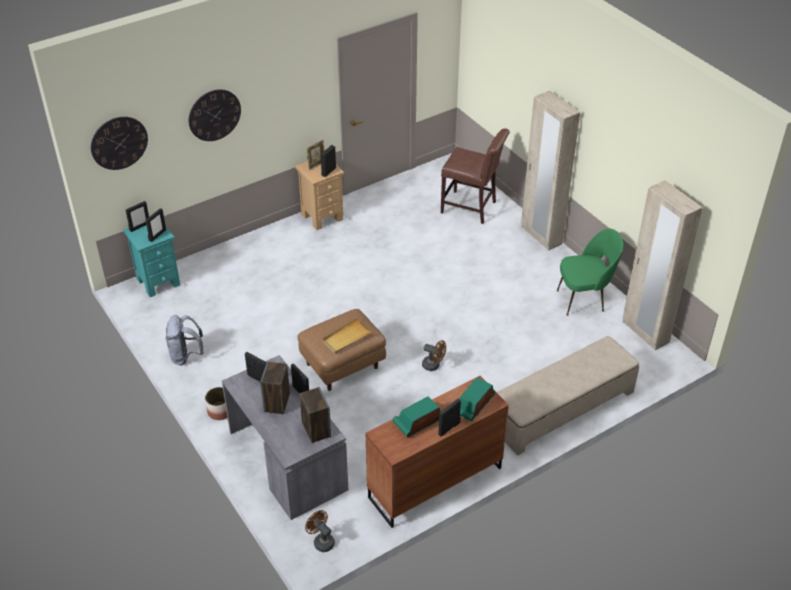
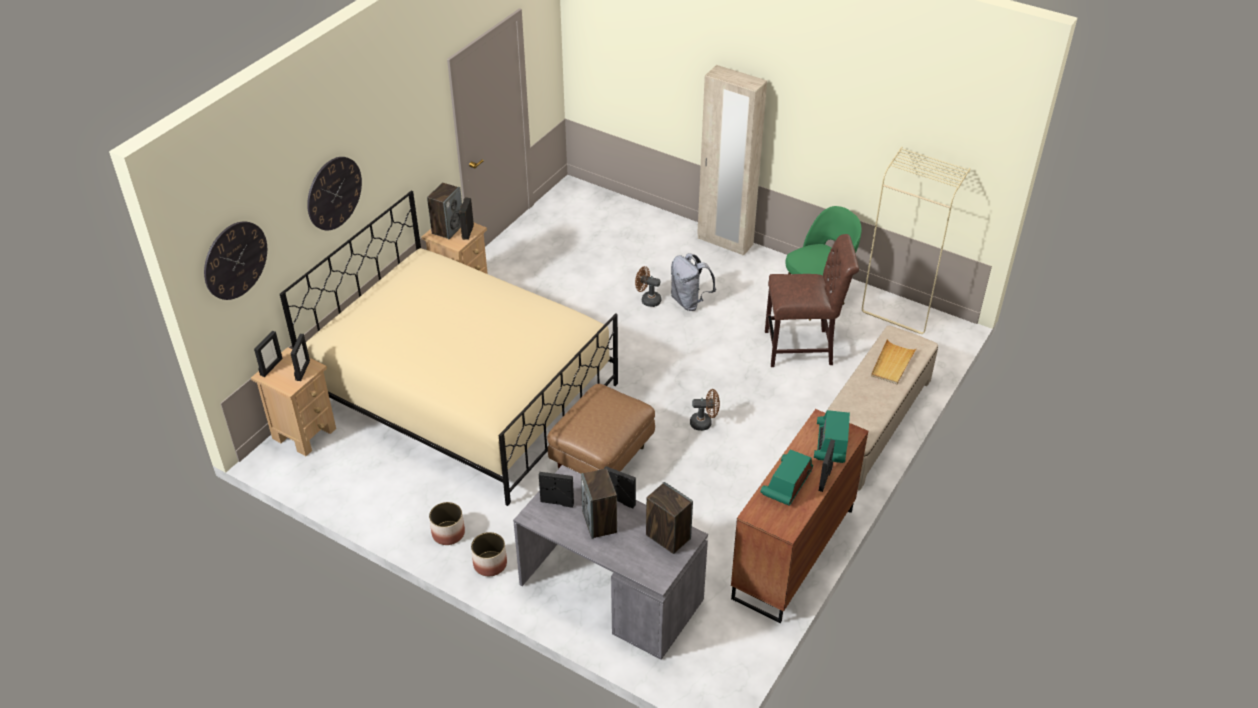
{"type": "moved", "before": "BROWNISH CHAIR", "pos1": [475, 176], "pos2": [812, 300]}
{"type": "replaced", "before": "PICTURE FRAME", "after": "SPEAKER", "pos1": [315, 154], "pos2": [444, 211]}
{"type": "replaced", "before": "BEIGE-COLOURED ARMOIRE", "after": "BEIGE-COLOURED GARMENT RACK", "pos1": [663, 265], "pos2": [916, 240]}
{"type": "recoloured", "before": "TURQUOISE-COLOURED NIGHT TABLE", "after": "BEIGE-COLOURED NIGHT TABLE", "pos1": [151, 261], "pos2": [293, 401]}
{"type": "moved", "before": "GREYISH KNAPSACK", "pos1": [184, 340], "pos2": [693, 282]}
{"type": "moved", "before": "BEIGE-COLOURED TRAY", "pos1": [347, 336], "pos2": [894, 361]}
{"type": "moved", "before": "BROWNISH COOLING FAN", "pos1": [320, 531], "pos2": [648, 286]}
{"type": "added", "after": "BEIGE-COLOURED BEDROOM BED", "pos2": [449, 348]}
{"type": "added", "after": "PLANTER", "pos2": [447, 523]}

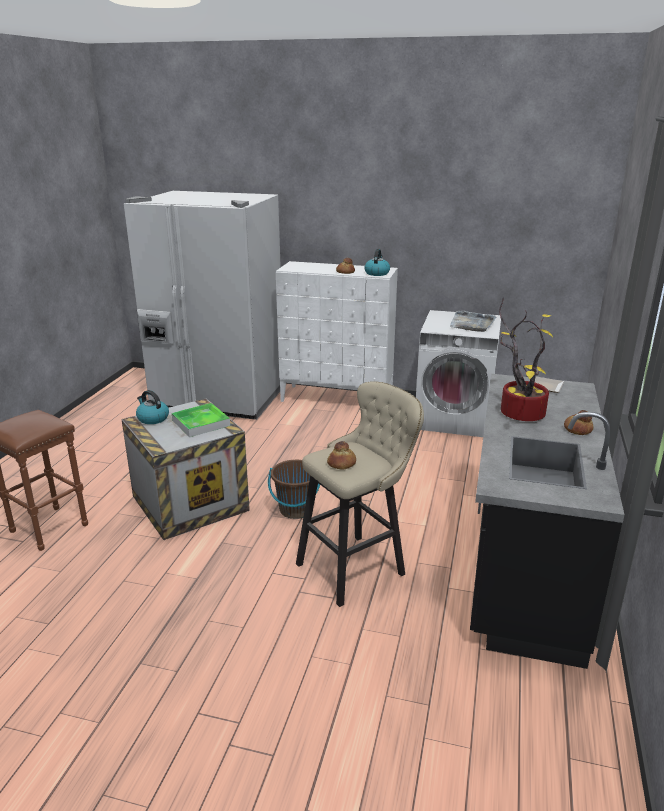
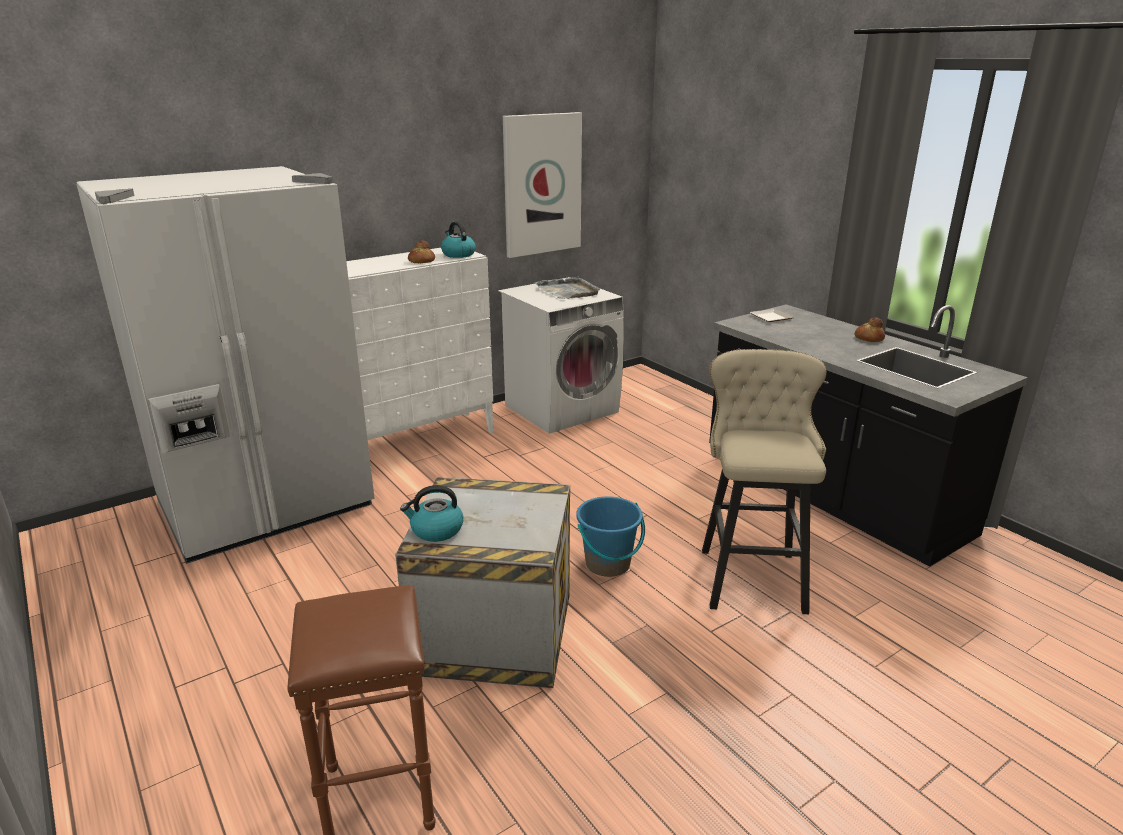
{"type": "removed", "before": "HOUSEPLANT", "pos1": [526, 359]}
{"type": "removed", "before": "TRAY", "pos1": [201, 420]}
{"type": "removed", "before": "BAKED BREAD", "pos1": [341, 455]}
{"type": "recoloured", "before": "BROWNISH BUCKET", "after": "BLUE-COLOURED BUCKET", "pos1": [294, 489], "pos2": [610, 536]}
{"type": "added", "after": "PICTURE", "pos2": [542, 185]}

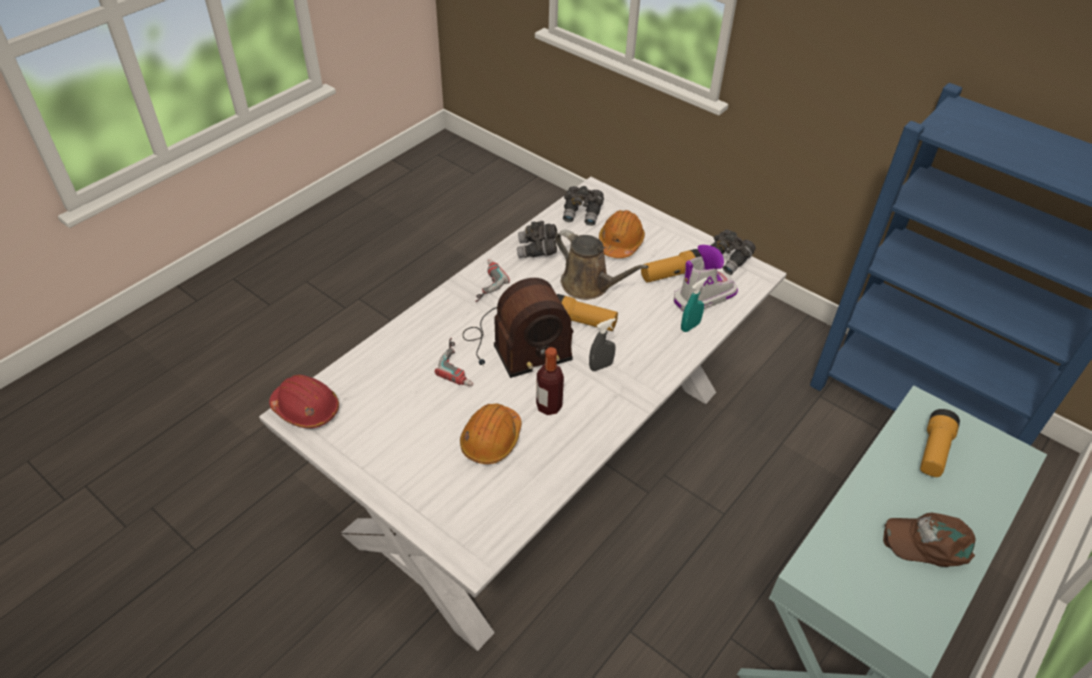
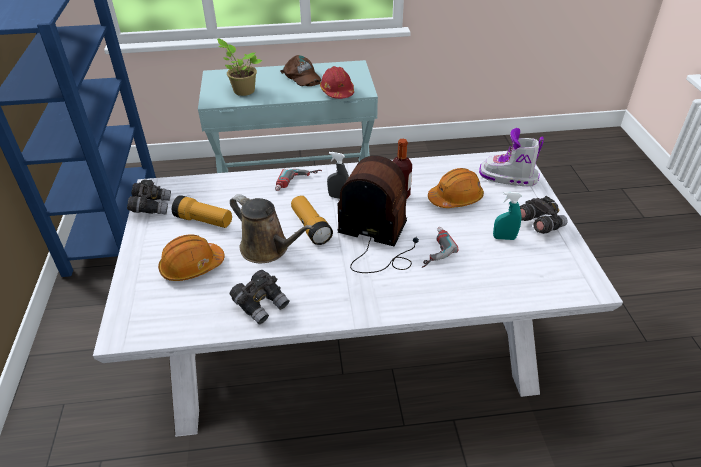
{"type": "moved", "before": "GREYISH PAIR OF BINOCULARS", "pos1": [583, 206], "pos2": [544, 215]}
{"type": "turned", "before": "BROWNISH WATERING CAN", "pos1": [602, 265], "pos2": [272, 228], "turn": 135}
{"type": "moved", "before": "HIGH-TOP BOOT", "pos1": [706, 278], "pos2": [511, 157]}
{"type": "moved", "before": "DRILL", "pos1": [492, 280], "pos2": [298, 180]}
{"type": "moved", "before": "TURQUOISE-COLOURED SPRAYER", "pos1": [694, 305], "pos2": [507, 216]}
{"type": "moved", "before": "REDDISH HARD HAT", "pos1": [304, 401], "pos2": [337, 82]}
{"type": "replaced", "before": "FLASHLIGHT", "after": "HOUSEPLANT", "pos1": [940, 443], "pos2": [240, 67]}

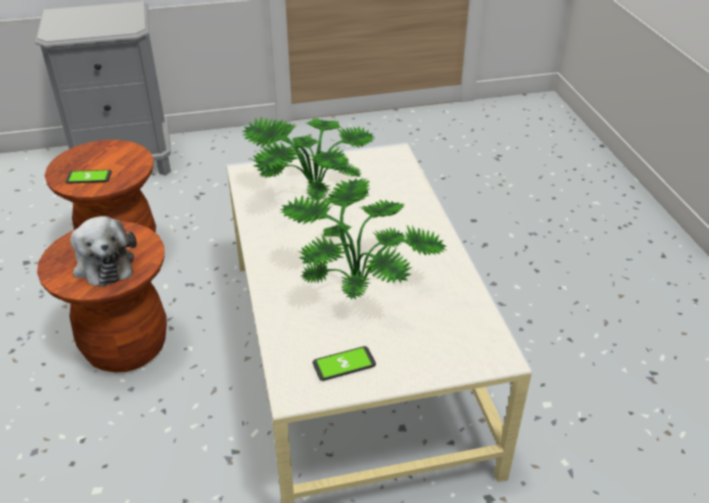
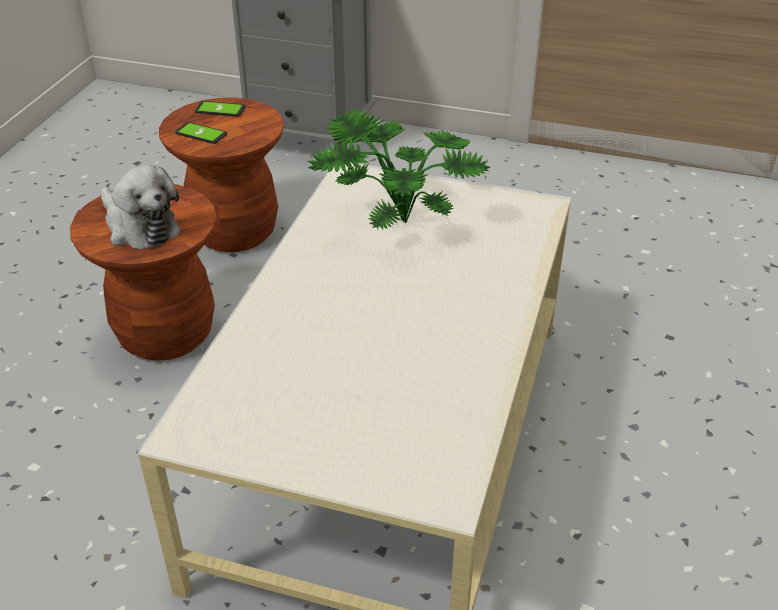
{"type": "removed", "before": "HOUSEPLANT", "pos1": [363, 238]}
{"type": "turned", "before": "CUDDLY TOY", "pos1": [103, 251], "pos2": [141, 207], "turn": -45}
{"type": "moved", "before": "PHONE", "pos1": [344, 363], "pos2": [220, 109]}

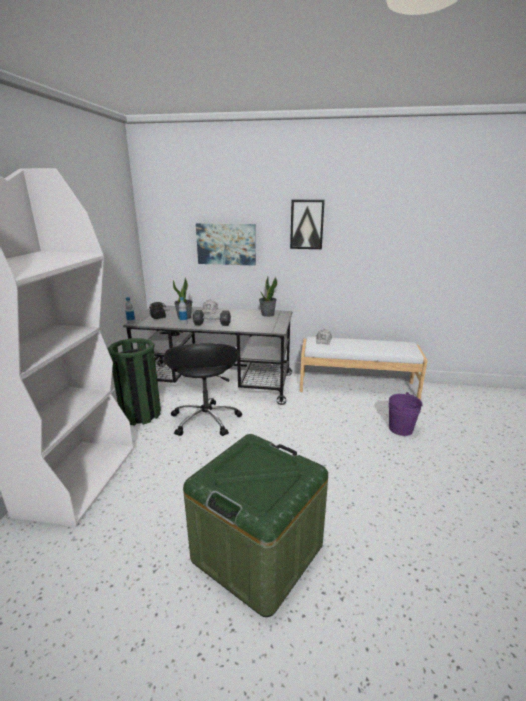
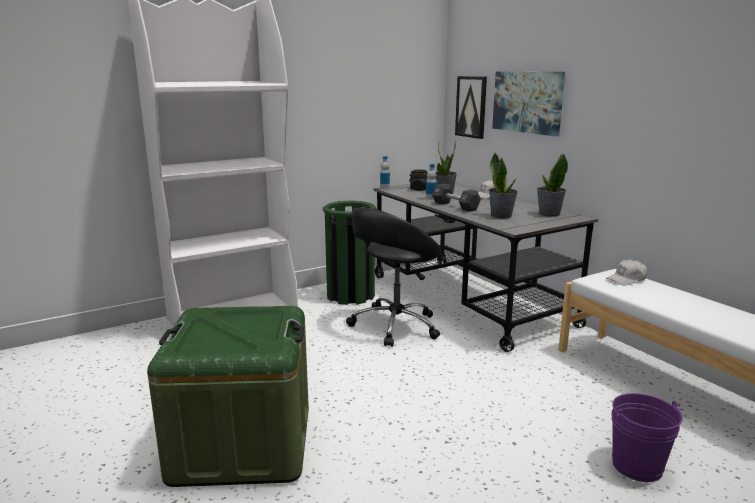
{"type": "moved", "before": "PICTURE", "pos1": [307, 224], "pos2": [471, 107]}
{"type": "added", "after": "HOUSEPLANT", "pos2": [503, 186]}

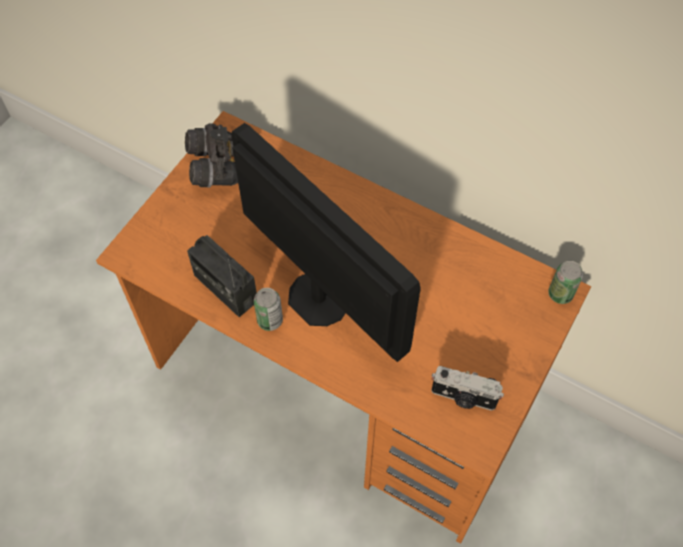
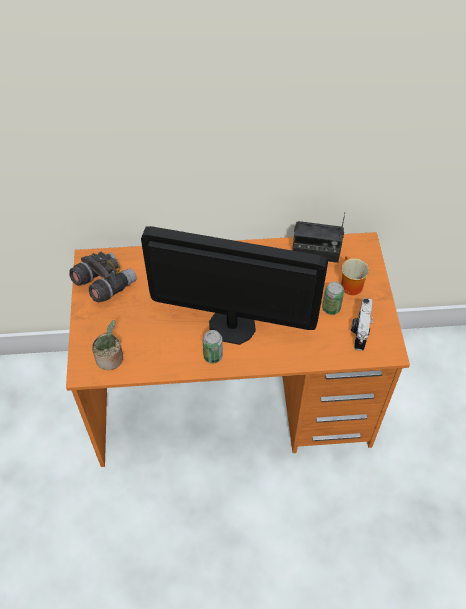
{"type": "moved", "before": "RADIO", "pos1": [222, 276], "pos2": [318, 237]}
{"type": "moved", "before": "CAN", "pos1": [565, 282], "pos2": [333, 298]}
{"type": "turned", "before": "PHOTO CAMERA", "pos1": [467, 388], "pos2": [362, 324], "turn": 120}
{"type": "added", "after": "TEA MUG", "pos2": [355, 275]}
{"type": "added", "after": "HOUSEPLANT", "pos2": [107, 345]}

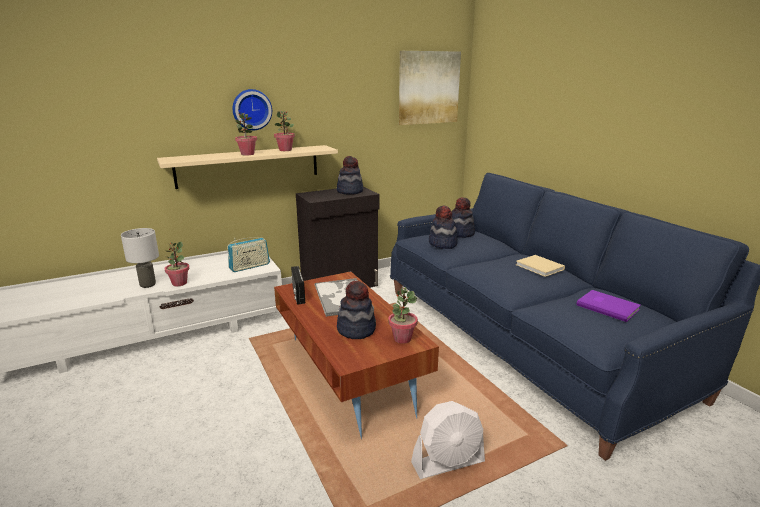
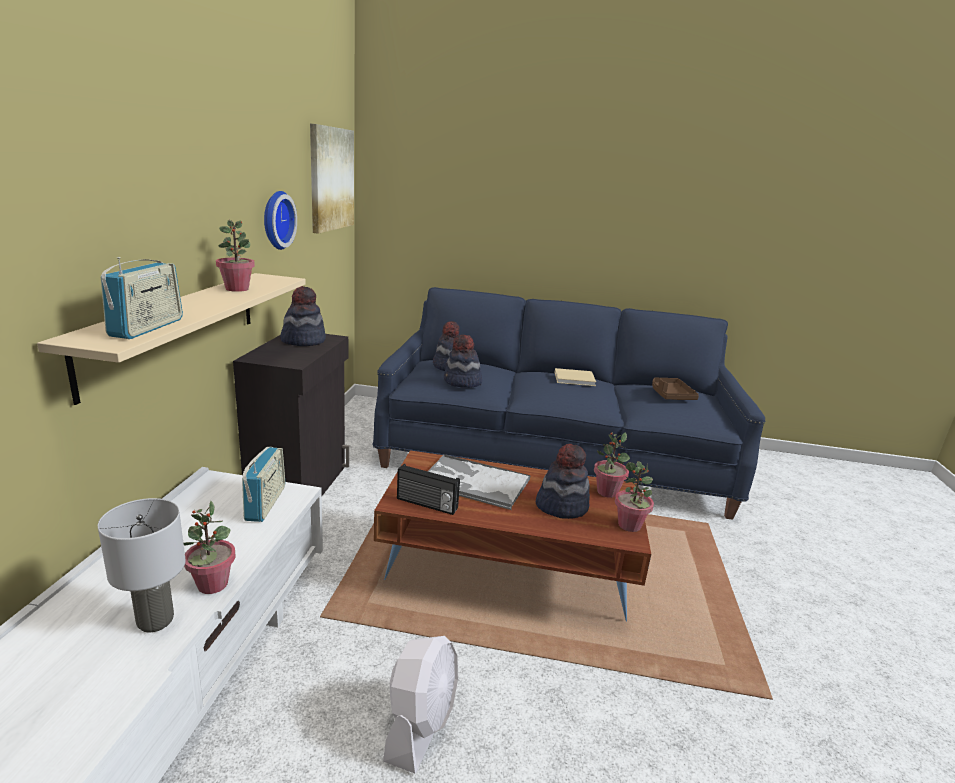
{"type": "moved", "before": "WALL CLOCK", "pos1": [252, 109], "pos2": [280, 220]}
{"type": "moved", "before": "HOUSEPLANT", "pos1": [246, 134], "pos2": [634, 496]}
{"type": "replaced", "before": "PURPLE-COLOURED BOOK", "after": "BROWNISH TRAY", "pos1": [609, 306], "pos2": [675, 389]}
{"type": "moved", "before": "WHITISH COOLING FAN", "pos1": [448, 440], "pos2": [420, 705]}
{"type": "added", "after": "RADIO", "pos2": [141, 298]}

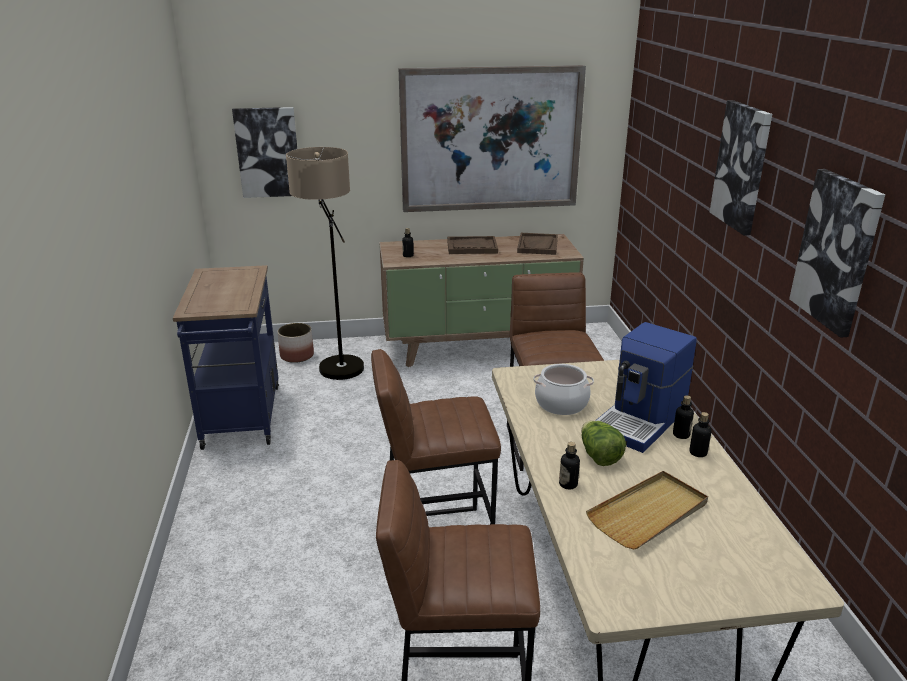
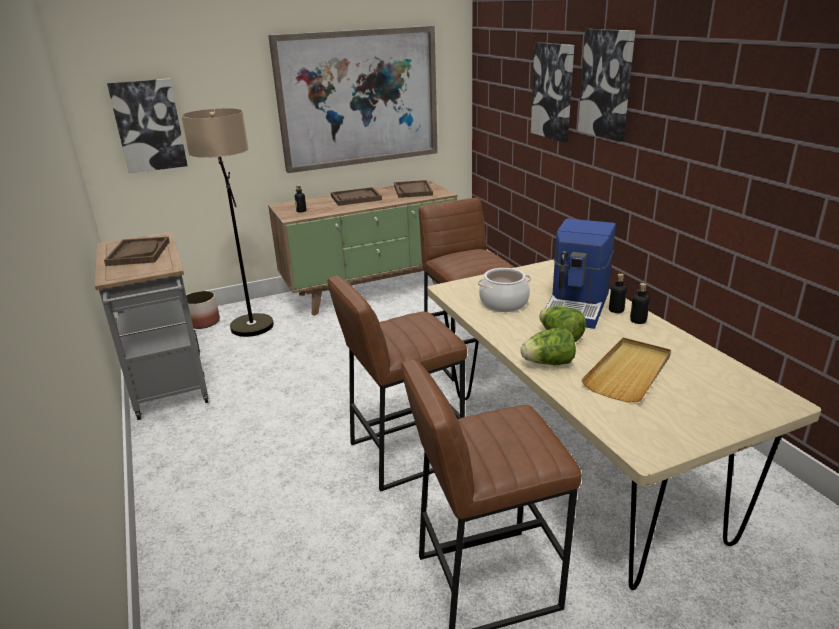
{"type": "moved", "before": "PICTURE", "pos1": [837, 253], "pos2": [552, 92]}
{"type": "recoloured", "before": "BLUE-COLOURED TROLLEY", "after": "GREYISH TROLLEY", "pos1": [226, 357], "pos2": [151, 326]}
{"type": "replaced", "before": "BEVERAGE BOTTLE", "after": "LETTUCE HEAD", "pos1": [569, 465], "pos2": [548, 346]}
{"type": "added", "after": "BROWNISH TRAY", "pos2": [137, 251]}

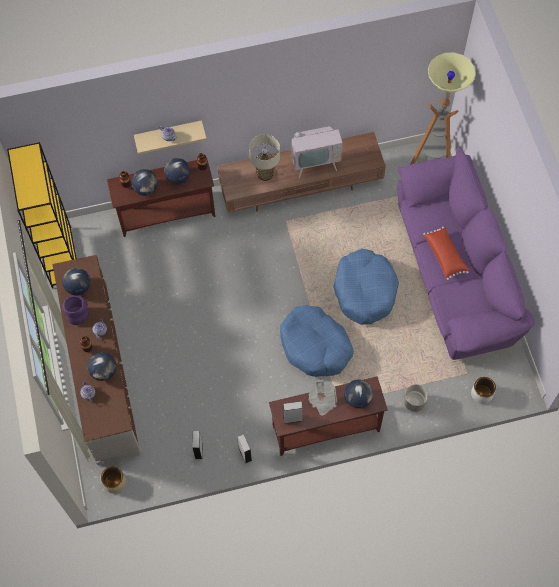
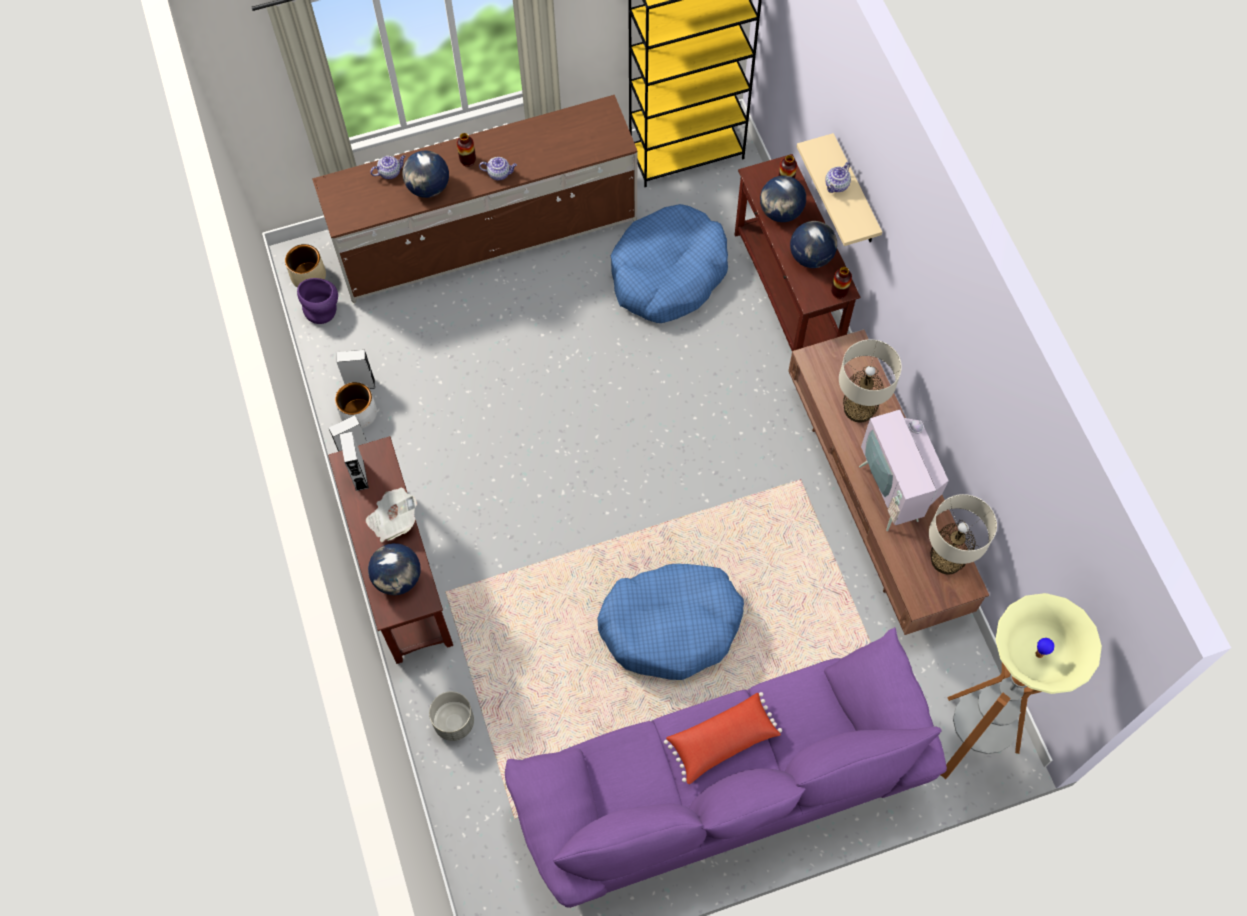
{"type": "removed", "before": "WORLD GLOBE", "pos1": [76, 281]}
{"type": "moved", "before": "PURPLE-COLOURED VASE", "pos1": [75, 310], "pos2": [317, 301]}
{"type": "moved", "before": "BLUE-COLOURED DOG BED", "pos1": [317, 341], "pos2": [669, 263]}
{"type": "moved", "before": "WHITISH PLANTER", "pos1": [483, 390], "pos2": [356, 405]}
{"type": "added", "after": "TABLE LAMP", "pos2": [963, 534]}

